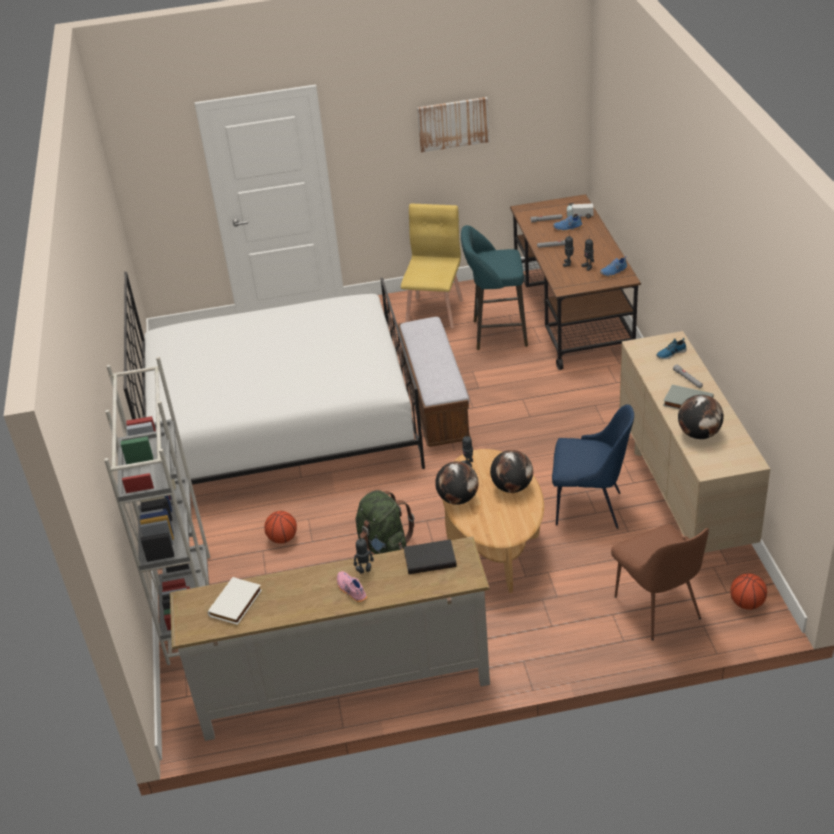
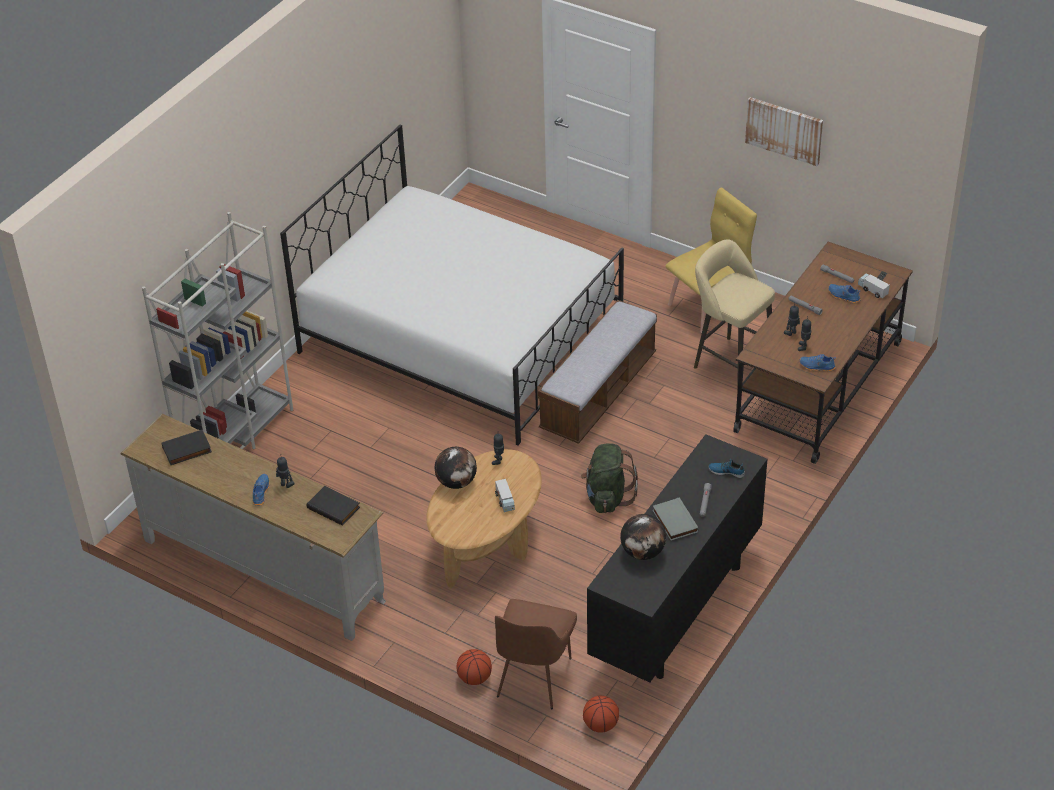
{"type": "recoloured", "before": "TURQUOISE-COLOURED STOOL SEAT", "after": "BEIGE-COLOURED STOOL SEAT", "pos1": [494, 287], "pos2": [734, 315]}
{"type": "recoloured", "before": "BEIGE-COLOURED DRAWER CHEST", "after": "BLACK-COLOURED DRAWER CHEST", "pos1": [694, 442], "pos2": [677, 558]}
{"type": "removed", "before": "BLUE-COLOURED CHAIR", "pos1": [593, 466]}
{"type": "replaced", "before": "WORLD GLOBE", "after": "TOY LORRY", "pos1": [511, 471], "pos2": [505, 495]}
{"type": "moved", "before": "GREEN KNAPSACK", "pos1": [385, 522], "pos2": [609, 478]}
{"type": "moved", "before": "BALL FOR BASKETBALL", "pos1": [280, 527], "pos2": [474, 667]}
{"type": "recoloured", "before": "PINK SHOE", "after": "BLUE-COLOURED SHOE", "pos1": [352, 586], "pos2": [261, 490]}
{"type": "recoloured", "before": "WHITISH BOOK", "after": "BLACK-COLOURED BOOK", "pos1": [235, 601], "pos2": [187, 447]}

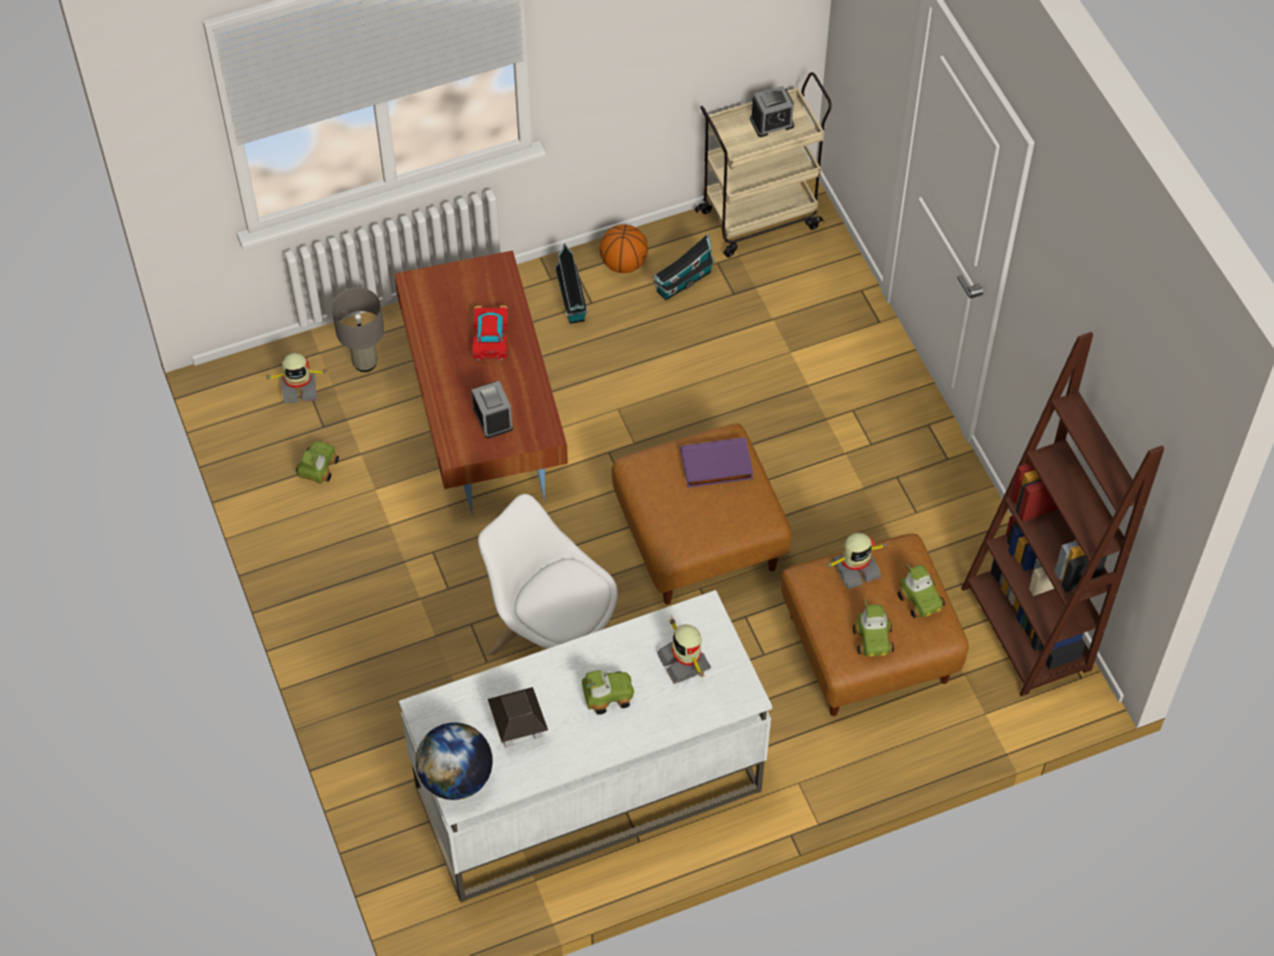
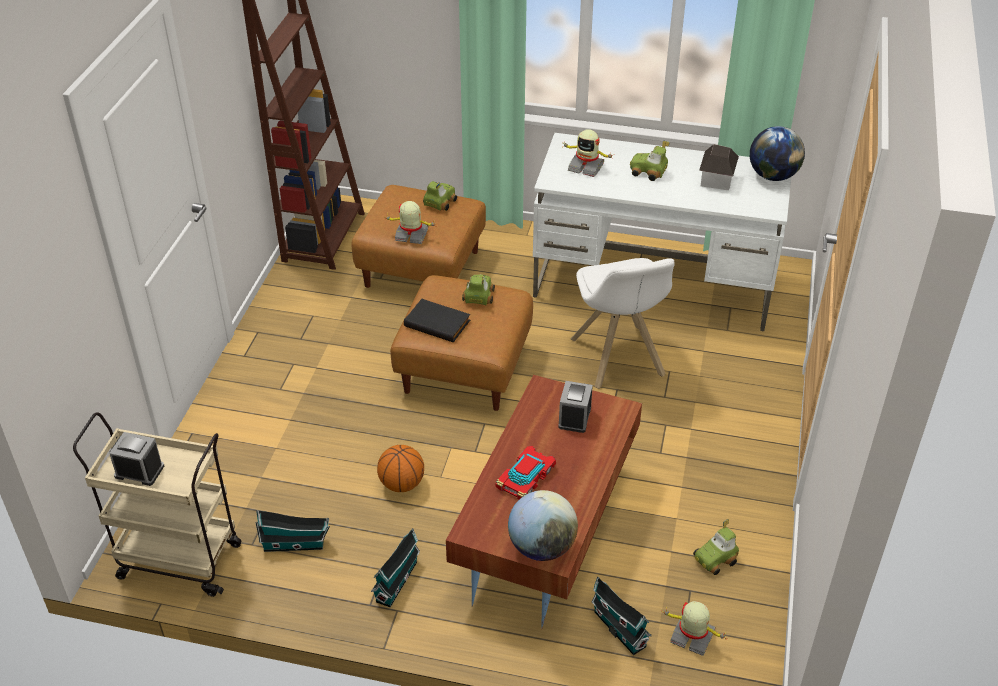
{"type": "moved", "before": "BALL FOR BASKETBALL", "pos1": [624, 248], "pos2": [400, 468]}
{"type": "replaced", "before": "GREYISH TABLE LAMP", "after": "TOY HOUSE", "pos1": [358, 330], "pos2": [621, 615]}
{"type": "recoloured", "before": "PURPLE-COLOURED BOOK", "after": "BLACK-COLOURED BOOK", "pos1": [717, 462], "pos2": [437, 321]}
{"type": "moved", "before": "TOY CAR", "pos1": [921, 591], "pos2": [478, 290]}
{"type": "turned", "before": "ROBOT FIGURE", "pos1": [684, 650], "pos2": [587, 153], "turn": 105}
{"type": "added", "after": "WORLD GLOBE", "pos2": [543, 525]}

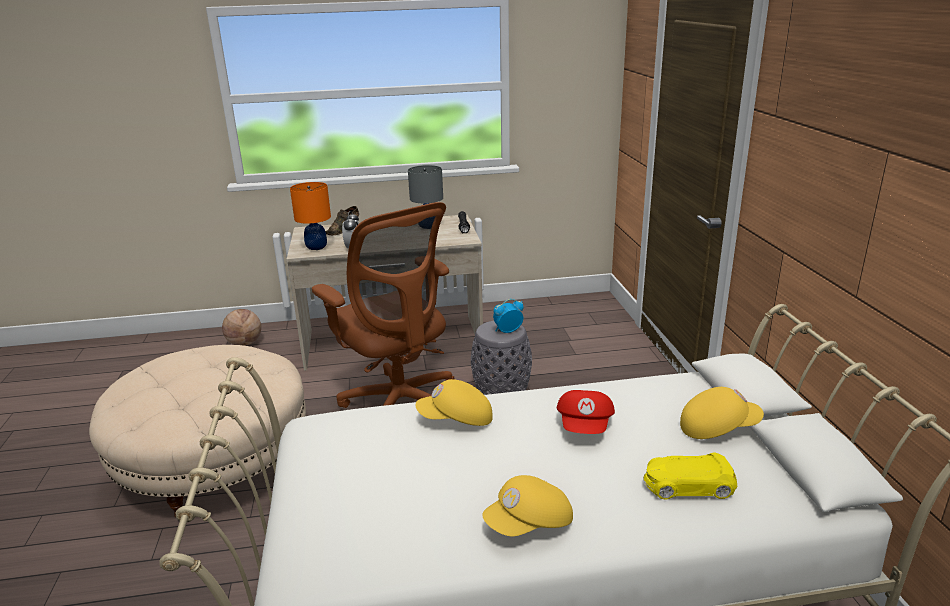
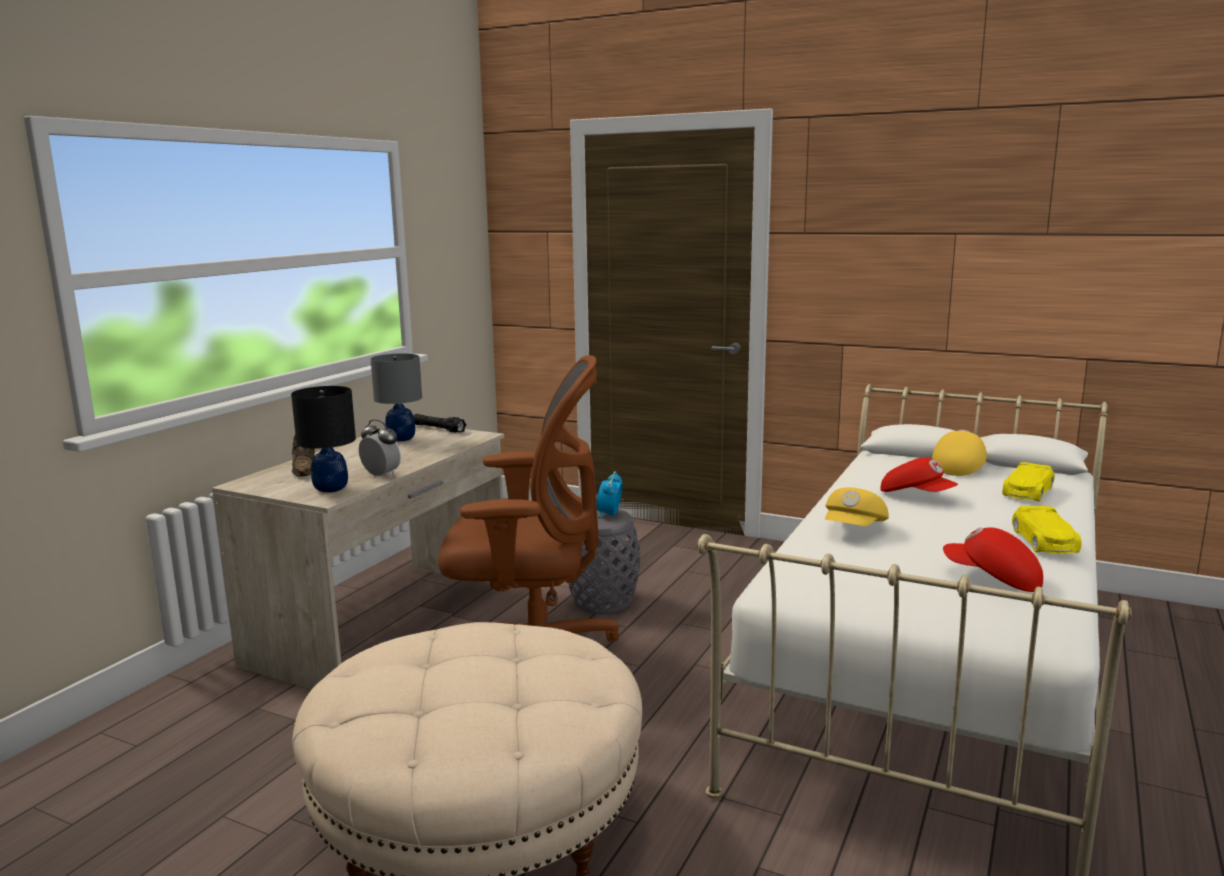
{"type": "recoloured", "before": "ORANGEY TABLE LAMP", "after": "BLACK-COLOURED TABLE LAMP", "pos1": [310, 216], "pos2": [323, 439]}
{"type": "removed", "before": "BALL FOR BASKETBALL", "pos1": [241, 327]}
{"type": "replaced", "before": "YELLOW PEAKED CAP", "after": "YELLOW TOY CAR", "pos1": [527, 506], "pos2": [1046, 530]}
{"type": "added", "after": "REDDISH PEAKED CAP", "pos2": [993, 559]}

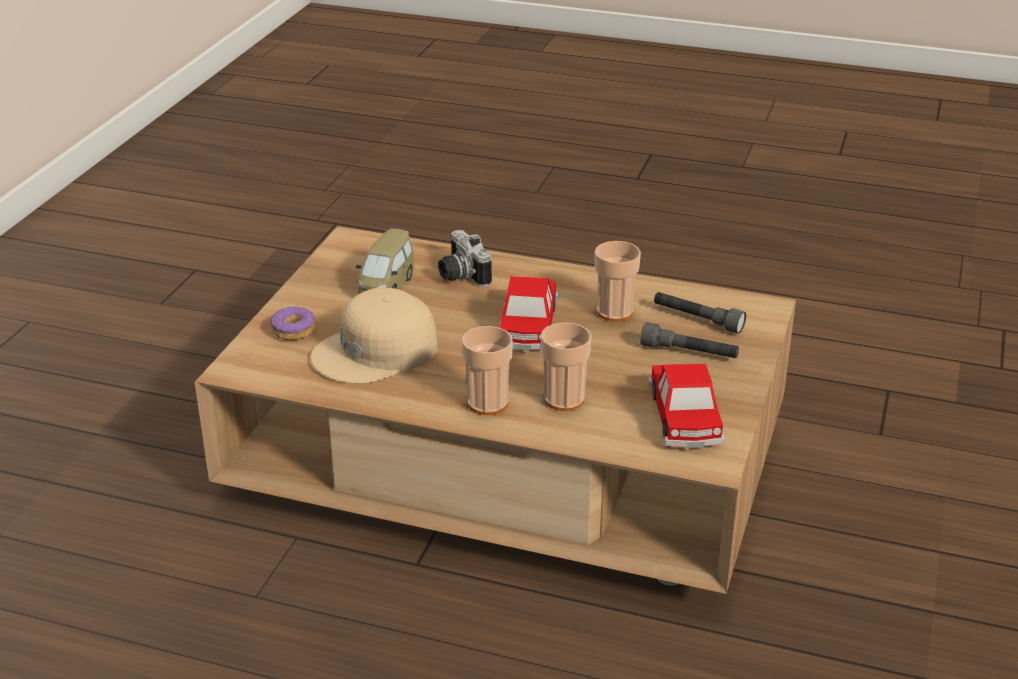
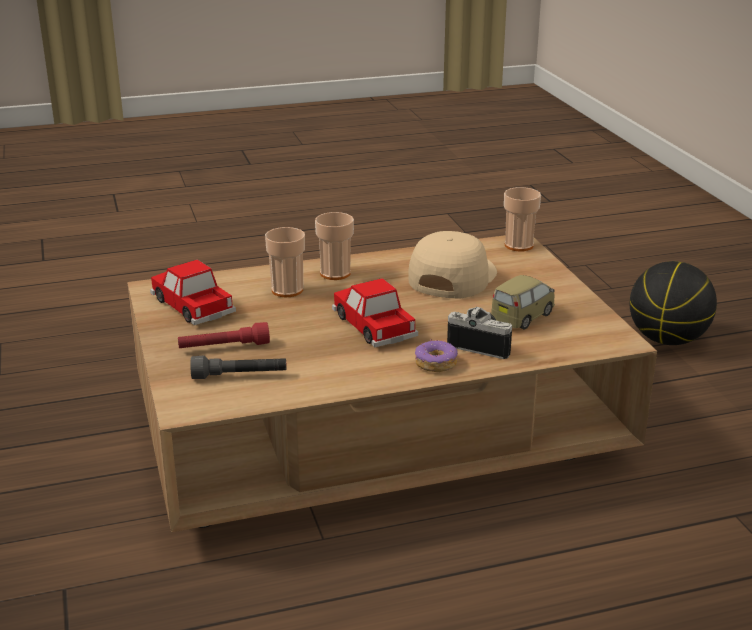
{"type": "turned", "before": "TOY CAR", "pos1": [385, 261], "pos2": [523, 302], "turn": 60}
{"type": "moved", "before": "SMALL CUP", "pos1": [618, 281], "pos2": [522, 219]}
{"type": "moved", "before": "RING DOUGHNUT", "pos1": [293, 323], "pos2": [436, 355]}
{"type": "recoloured", "before": "GREYISH FLASHLIGHT", "after": "REDDISH FLASHLIGHT", "pos1": [689, 340], "pos2": [224, 335]}
{"type": "added", "after": "BALL FOR BASKETBALL", "pos2": [673, 303]}

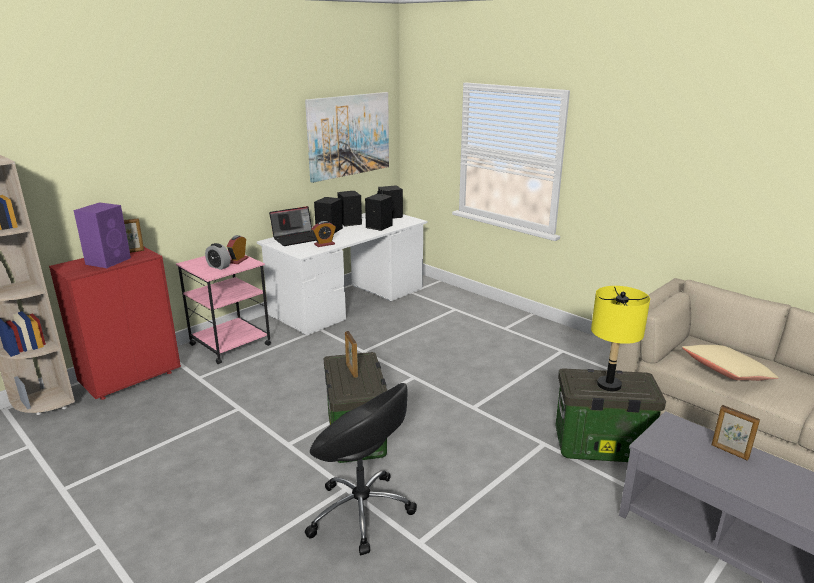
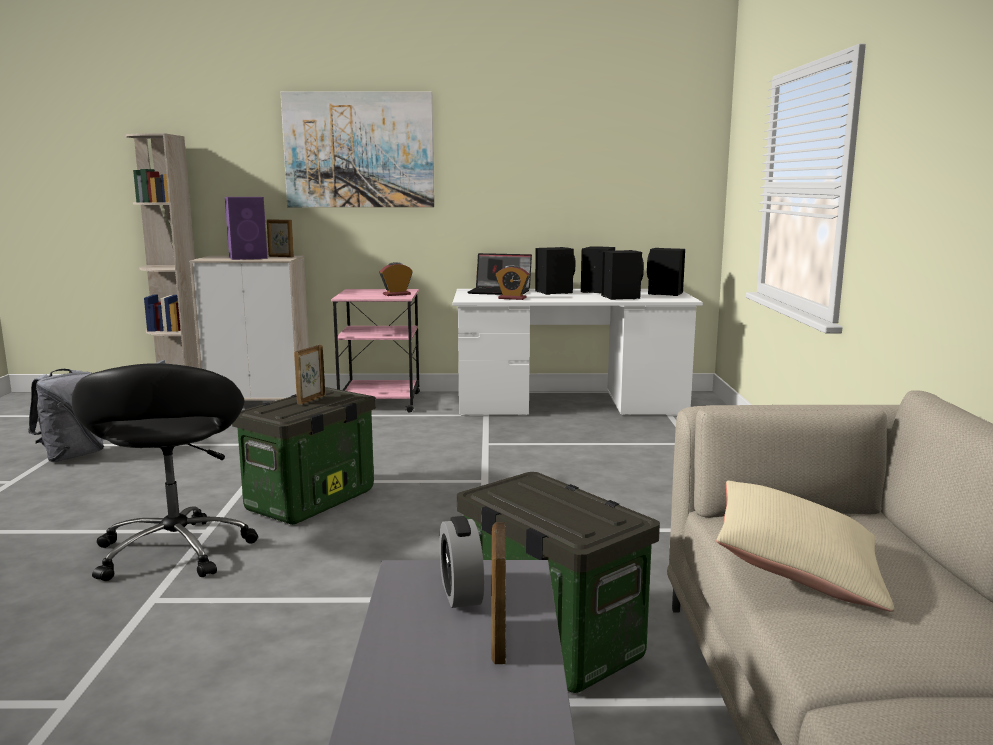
{"type": "moved", "before": "PICTURE", "pos1": [347, 137], "pos2": [357, 149]}
{"type": "moved", "before": "TABLE CLOCK", "pos1": [218, 256], "pos2": [462, 562]}
{"type": "recoloured", "before": "REDDISH CUPBOARD", "after": "BEIGE-COLOURED CUPBOARD", "pos1": [115, 323], "pos2": [249, 328]}
{"type": "removed", "before": "YELLOW TABLE LAMP", "pos1": [620, 338]}
{"type": "added", "after": "GREYISH KNAPSACK", "pos2": [66, 415]}

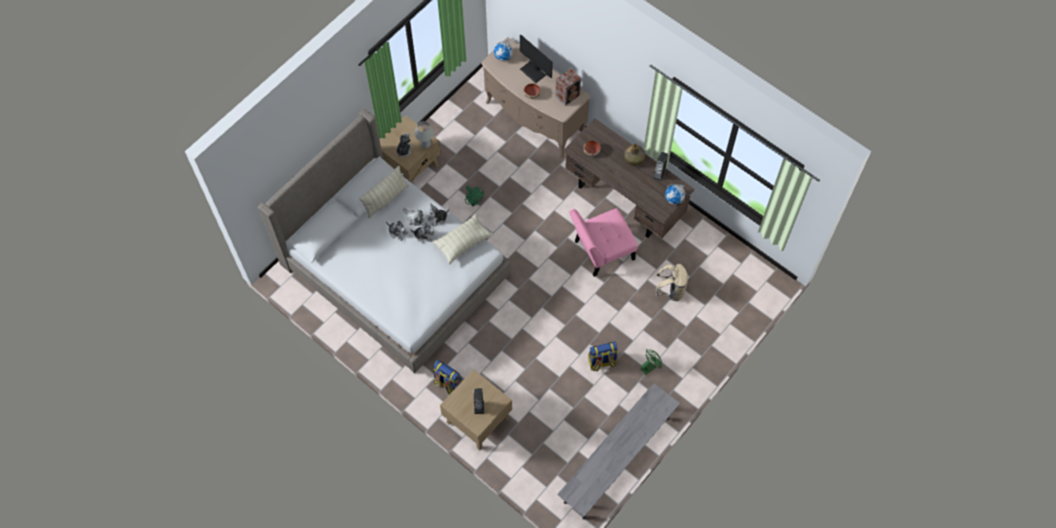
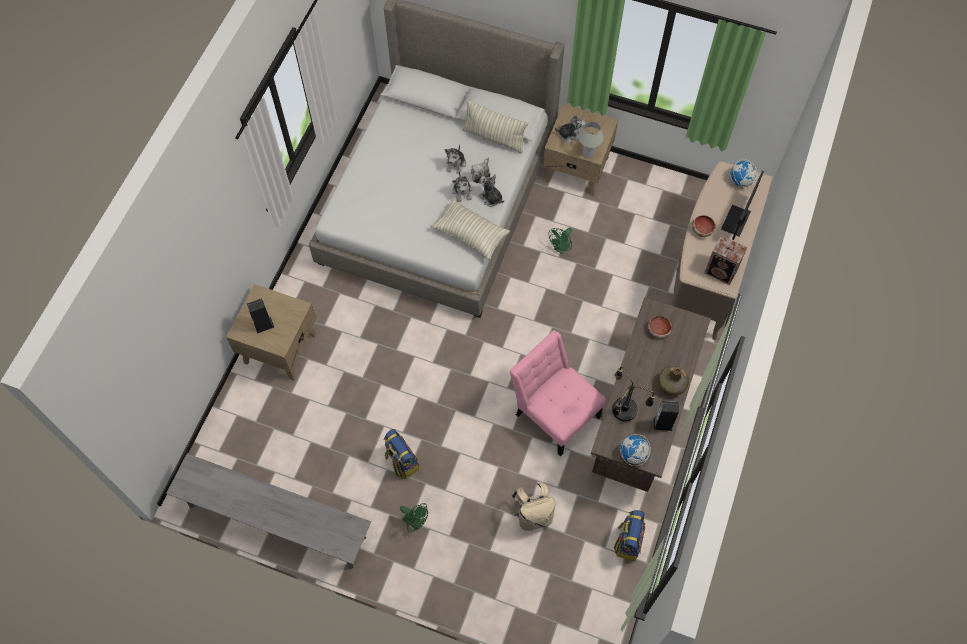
{"type": "moved", "before": "KNAPSACK", "pos1": [447, 377], "pos2": [629, 535]}
{"type": "added", "after": "TABLE LAMP", "pos2": [633, 394]}

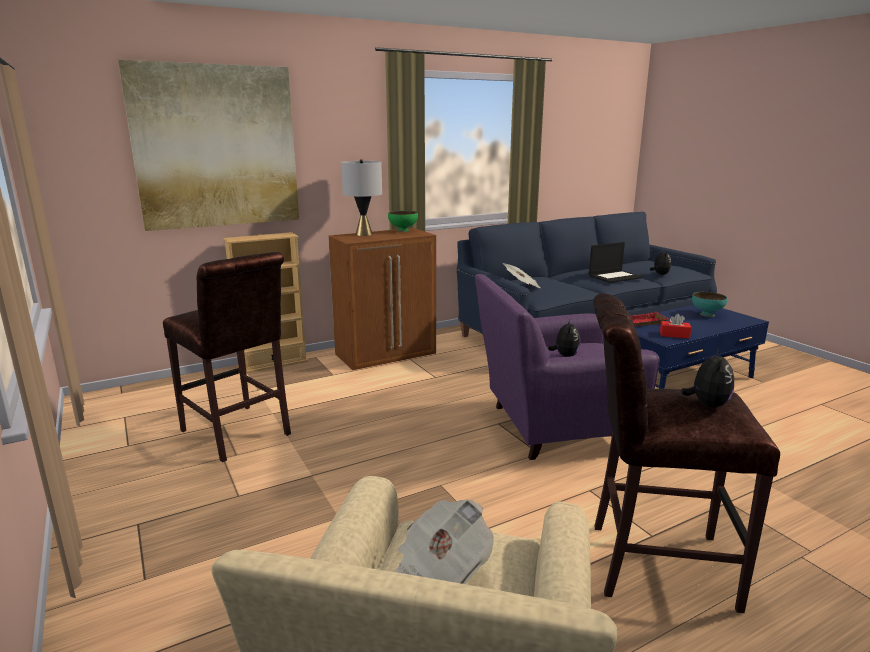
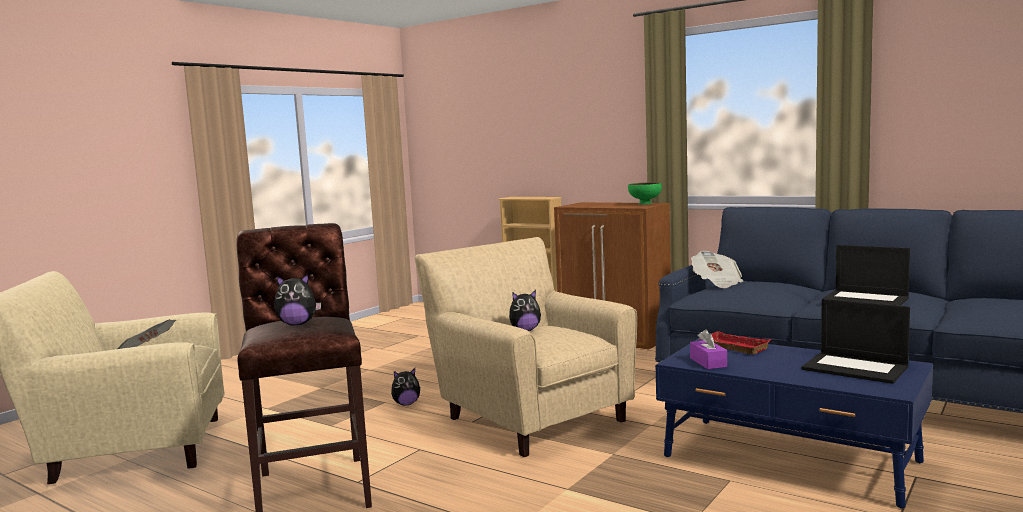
{"type": "removed", "before": "PICTURE", "pos1": [208, 145]}
{"type": "removed", "before": "GREYISH TABLE LAMP", "pos1": [361, 197]}
{"type": "moved", "before": "CUDDLY TOY", "pos1": [661, 262], "pos2": [405, 386]}
{"type": "removed", "before": "BROWNISH STOOL SEAT", "pos1": [227, 357]}
{"type": "recoloured", "before": "PURPLE-COLOURED LOUNGE CHAIR", "after": "BEIGE-COLOURED LOUNGE CHAIR", "pos1": [567, 367], "pos2": [526, 347]}
{"type": "replaced", "before": "TURQUOISE-COLOURED SERVING BOWL", "after": "PORTABLE COMPUTER", "pos1": [709, 304], "pos2": [855, 341]}
{"type": "recoloured", "before": "REDDISH BOX OF TISSUES", "after": "PURPLE-COLOURED BOX OF TISSUES", "pos1": [675, 326], "pos2": [708, 349]}

